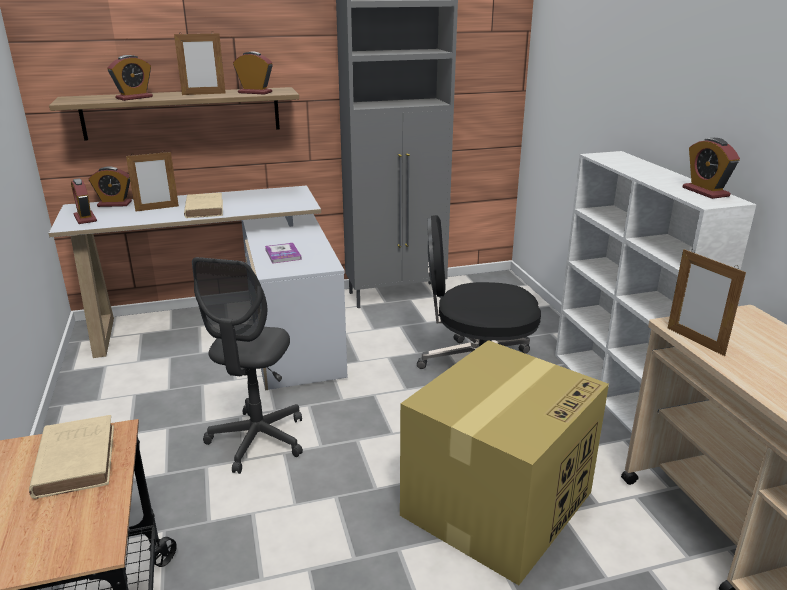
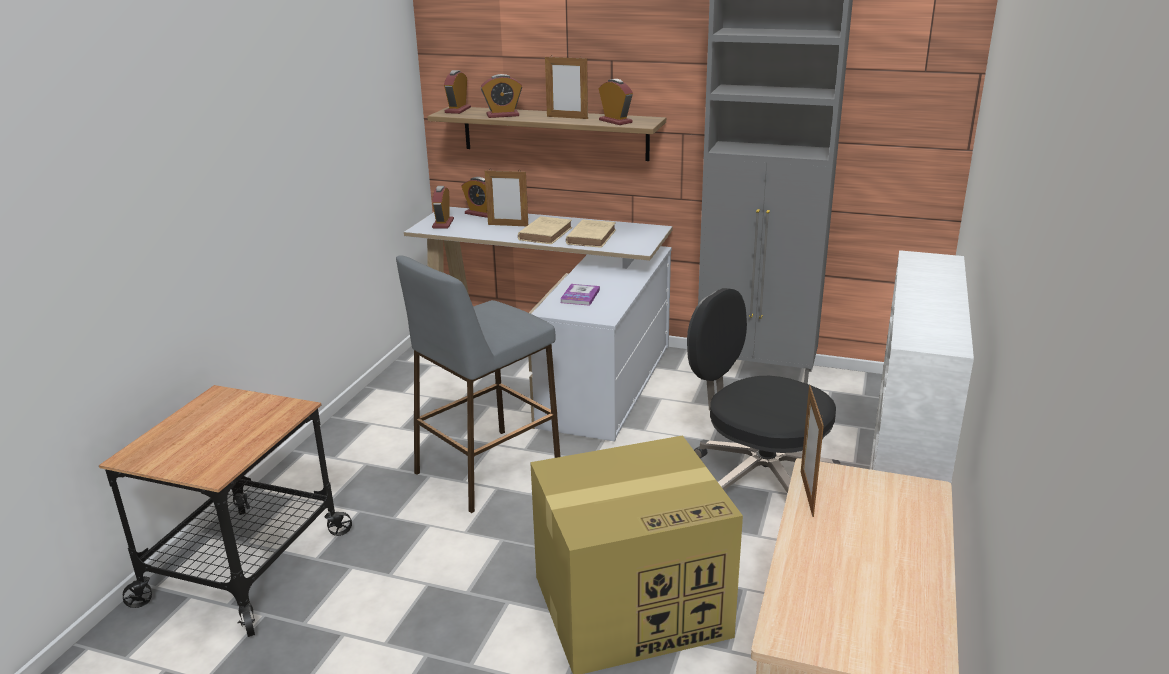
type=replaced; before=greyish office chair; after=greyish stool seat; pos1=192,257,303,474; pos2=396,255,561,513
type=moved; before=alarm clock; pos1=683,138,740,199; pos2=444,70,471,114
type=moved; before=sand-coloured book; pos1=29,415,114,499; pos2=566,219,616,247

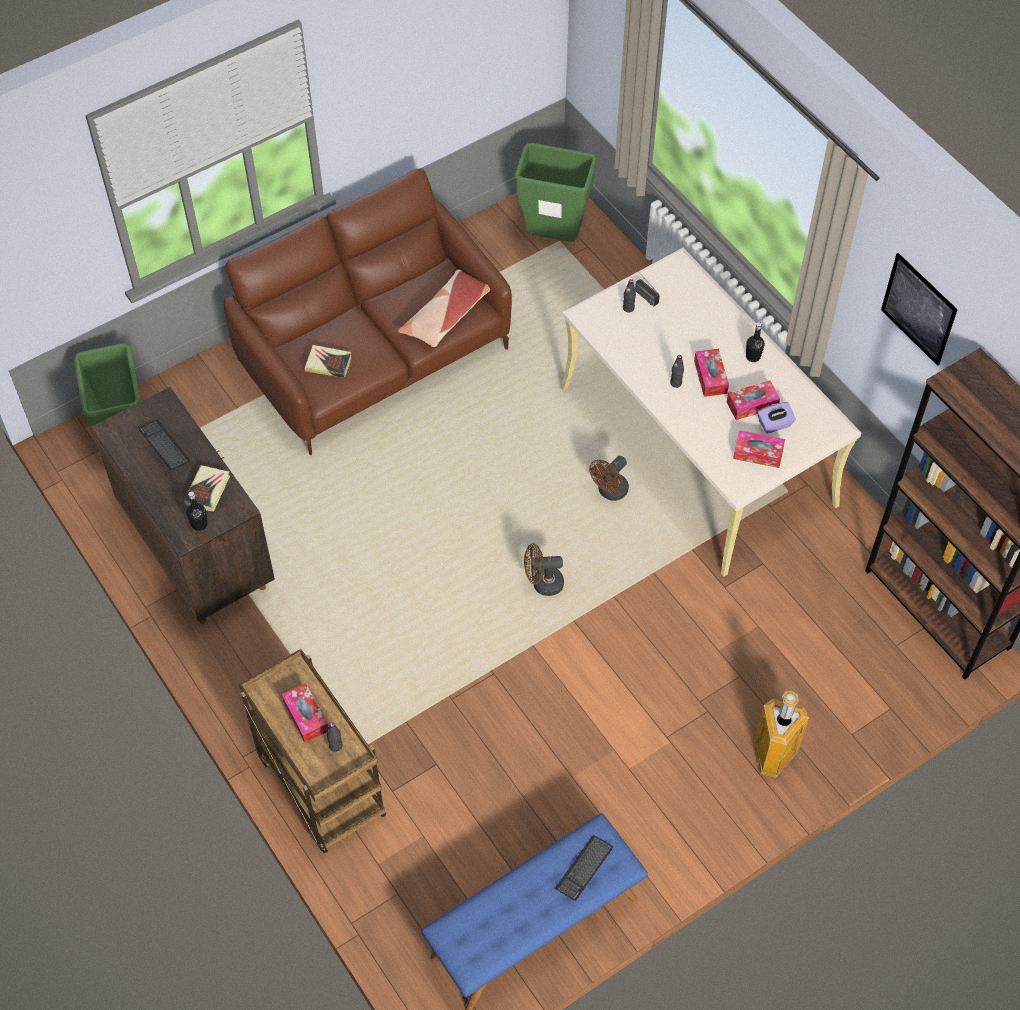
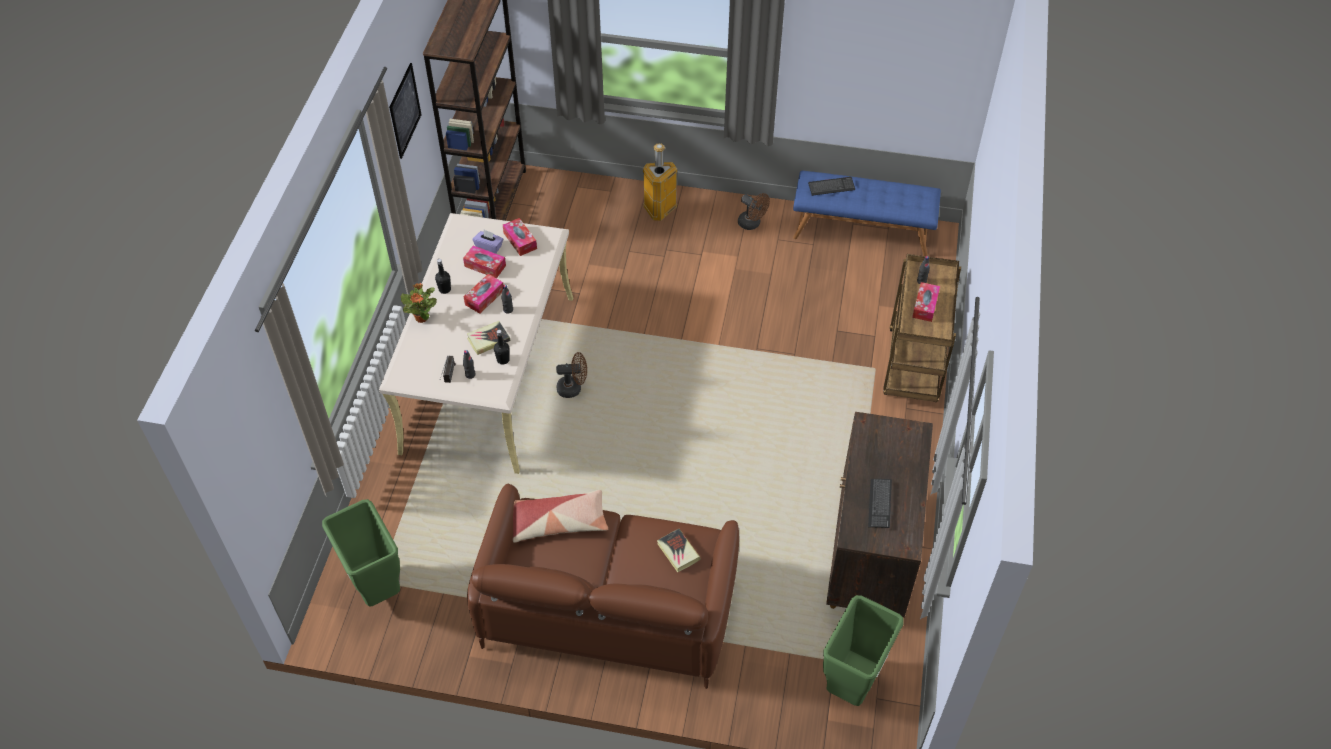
type=added; after=plant in a pot; pos2=401,283,437,323
type=moved; before=book; pos1=184,465,230,512; pos2=467,321,510,355
type=moved; before=blackish drink bottle; pos1=187,492,208,531; pos2=494,330,510,365
type=moved; before=brown-coloured cooling fan; pos1=524,543,564,596; pos2=738,193,770,230

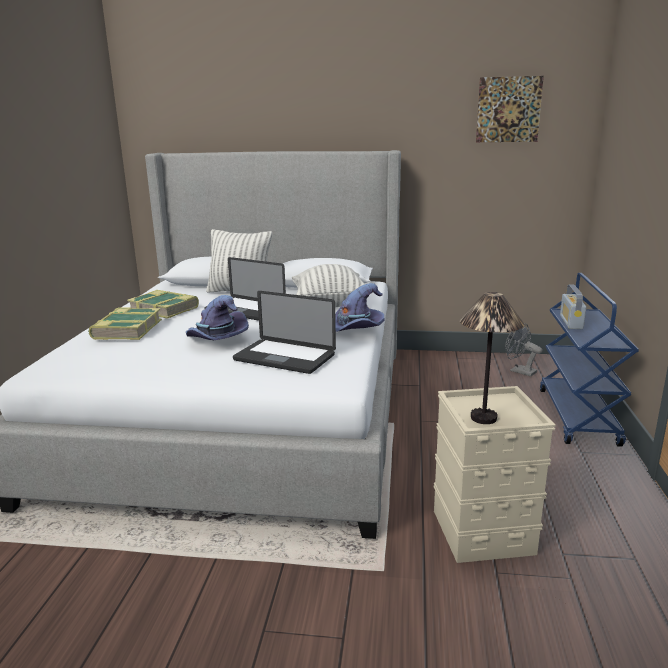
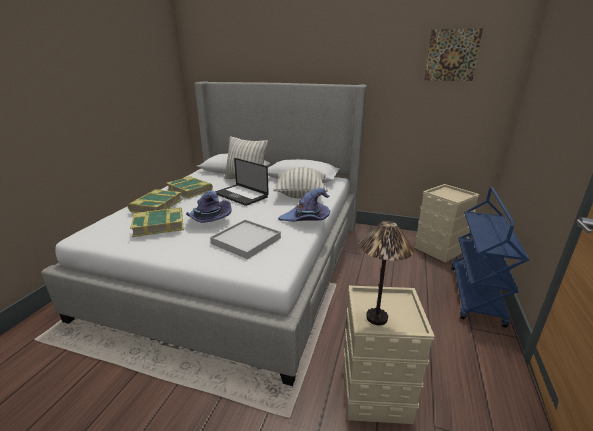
type=added; after=book; pos2=130,207,184,237
type=replaced; before=notebook computer; after=white-coloured serving tray; pos1=233,291,336,374; pos2=210,220,281,259
type=replaced; before=greyish cooling fan; after=sand-coloured storage box; pos1=505,323,543,376; pos2=415,184,480,263
type=removed; before=radio; pos1=560,284,586,330

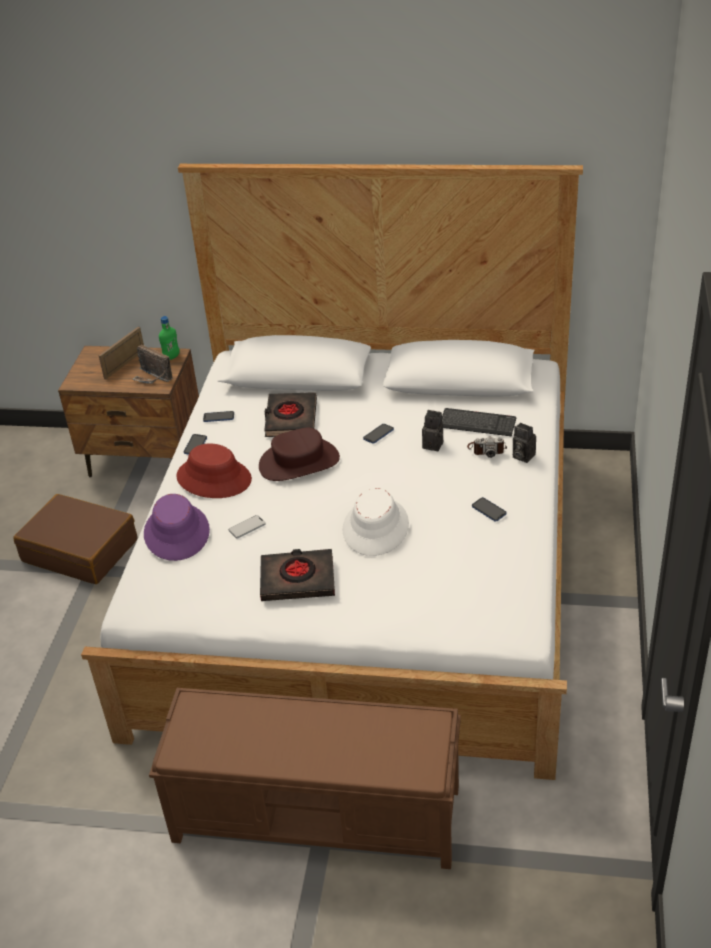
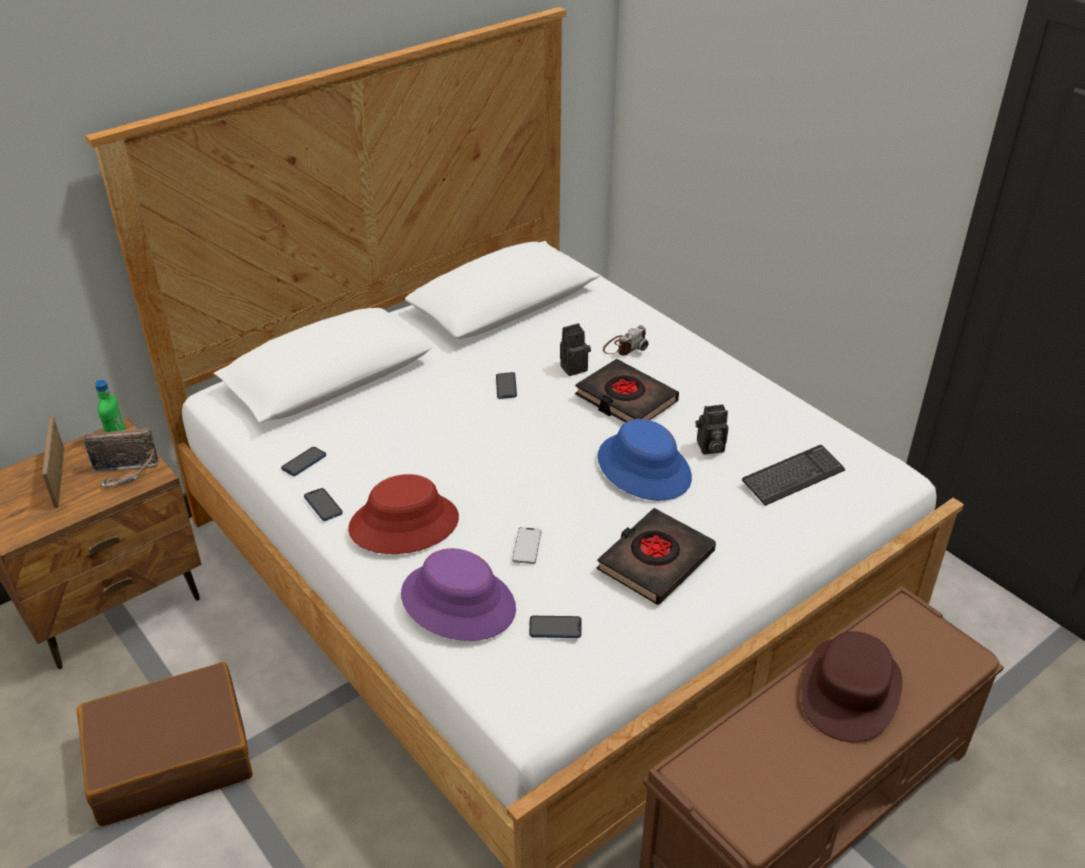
type=moved; before=phone; pos1=472,497,507,521; pos2=529,616,582,638
type=moved; before=blackish book; pos1=264,392,317,437; pos2=575,359,679,423
type=recoloured; before=white-coloured clothing hat; after=blue-coloured clothing hat; pos1=342,488,409,556; pos2=598,419,692,501
type=moved; before=still camera; pos1=513,423,536,463; pos2=696,404,728,454
type=moved; before=keyboard; pos1=442,408,516,436; pos2=742,445,845,506
type=moved; before=brown-coloured clothing hat; pos1=259,428,340,481; pos2=801,631,902,742

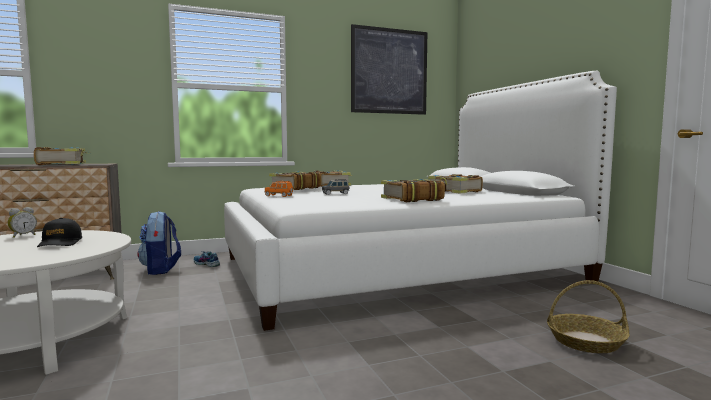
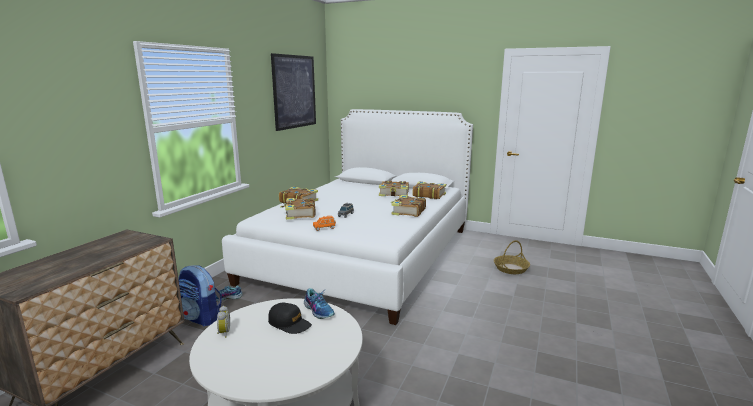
type=added; after=item of footwear; pos2=304,288,335,319
type=moved; before=book; pos1=34,147,88,165; pos2=413,182,446,199

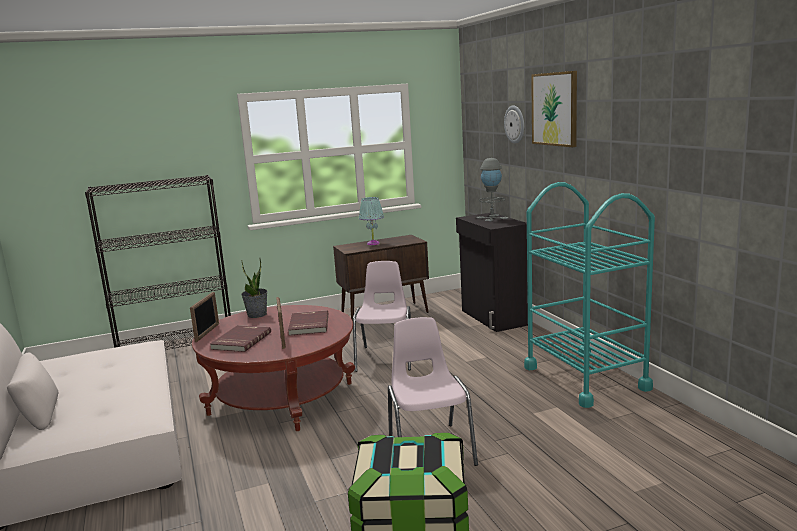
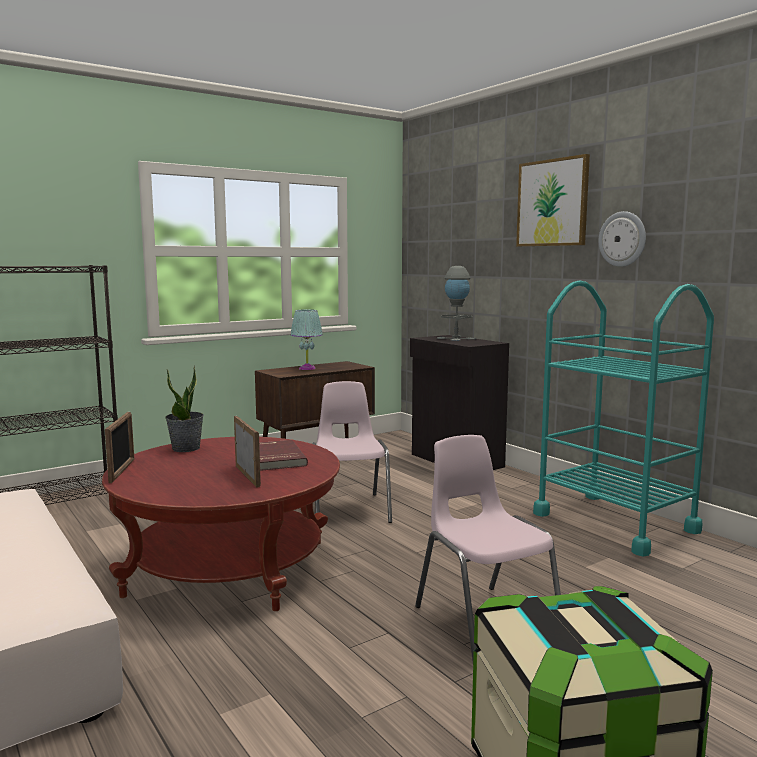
type=moved; before=hanging clock; pos1=504,105,524,144; pos2=599,211,646,267
type=removed; before=red-coloured book; pos1=210,325,271,352

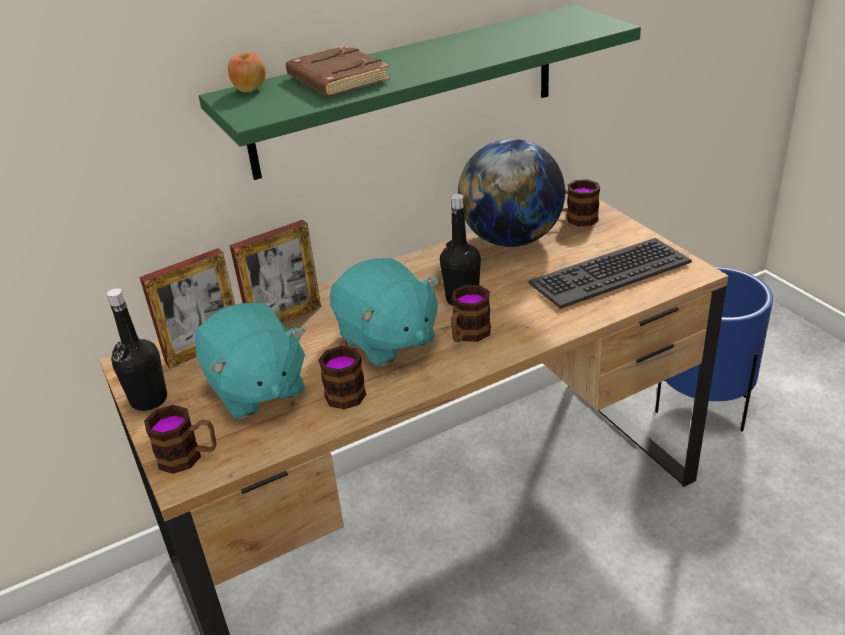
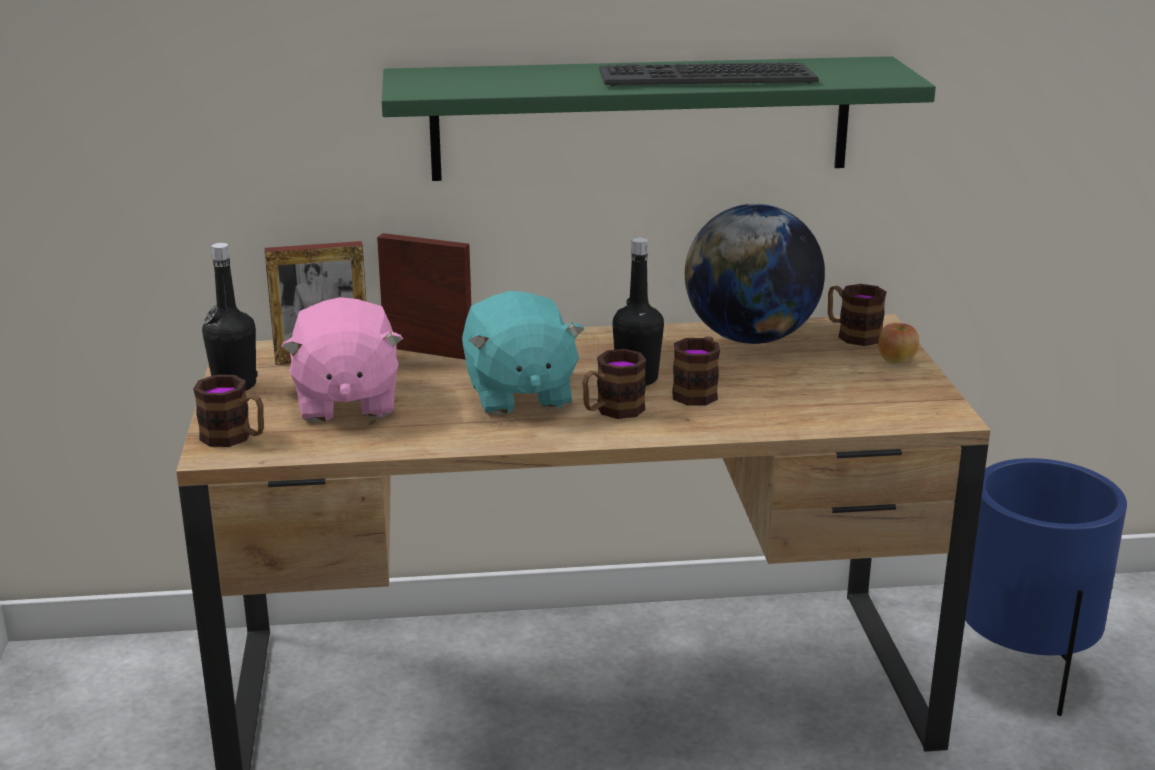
type=recoloured; before=turquoise plush toy; after=pink plush toy; pos1=195,303,305,419; pos2=281,297,403,422
type=turned; before=standing frame; pos1=230,220,321,323; pos2=377,233,471,360; turn=-150
type=moved; before=keyboard; pos1=528,238,692,309; pos2=599,62,819,87
type=moved; before=tea mug; pos1=318,340,366,409; pos2=672,336,720,405
type=moved; before=apple; pos1=228,53,266,92; pos2=878,323,919,364
type=removed; before=brown-coloured book; pos1=286,45,390,96

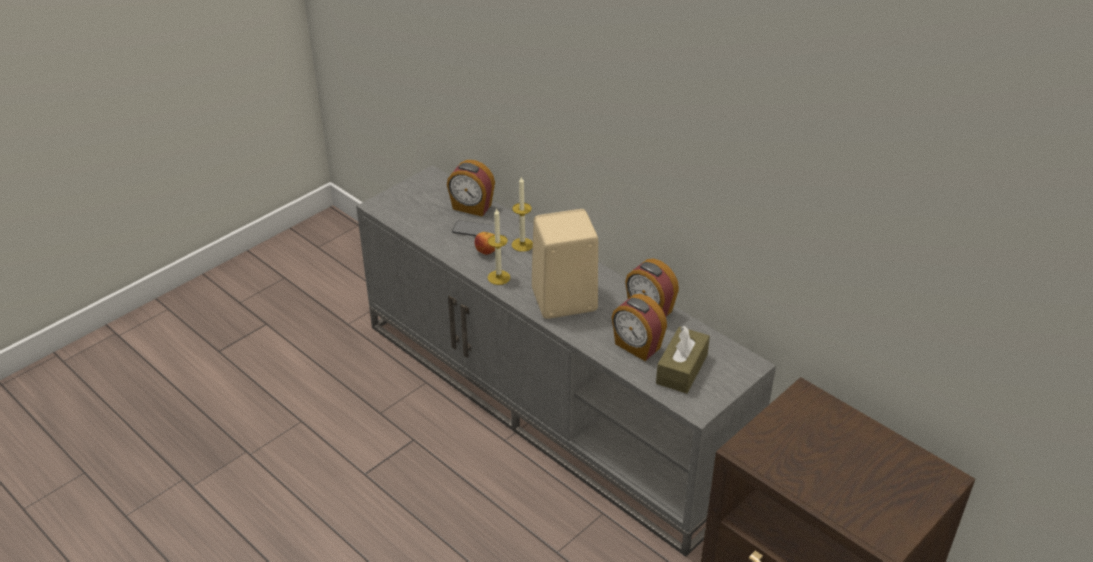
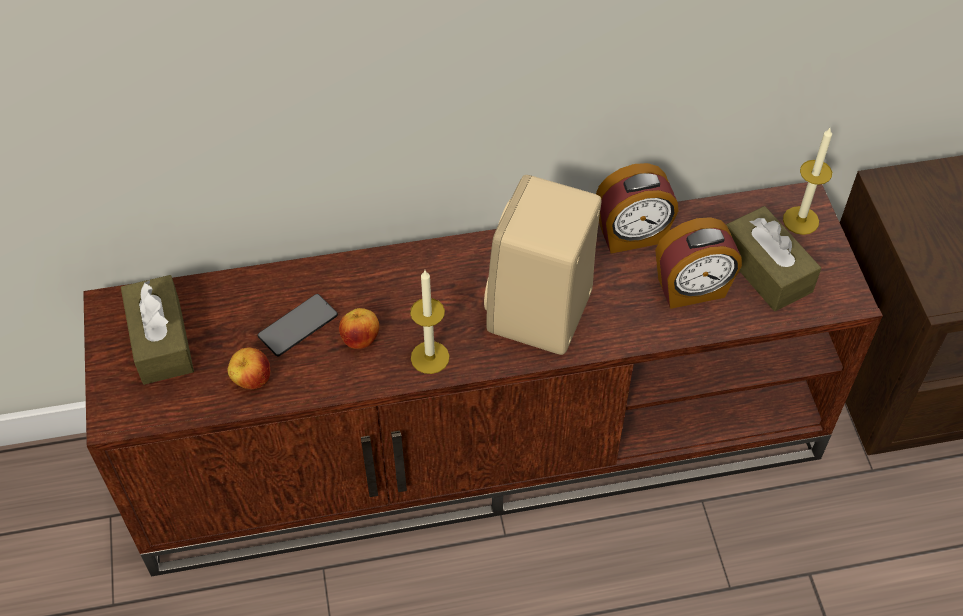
type=recoloured; before=greyish media console; after=brown-coloured media console; pos1=356,165,776,557; pos2=83,182,883,576
type=added; after=brown-coloured tissue box; pos2=121,275,194,385
type=added; after=apple; pos2=227,348,270,389
type=moved; before=wax candle; pos1=512,176,533,252; pos2=783,128,832,235
type=removed; before=alarm clock; pos1=447,160,495,217

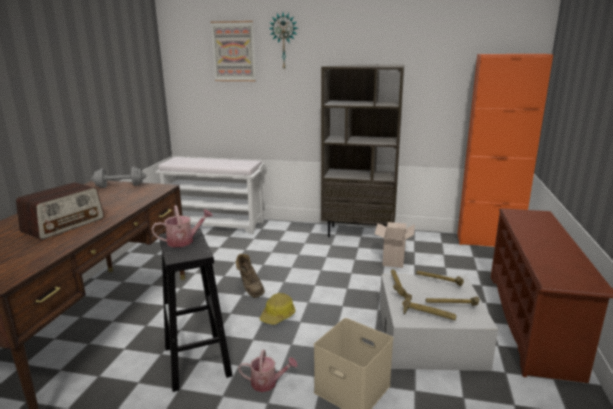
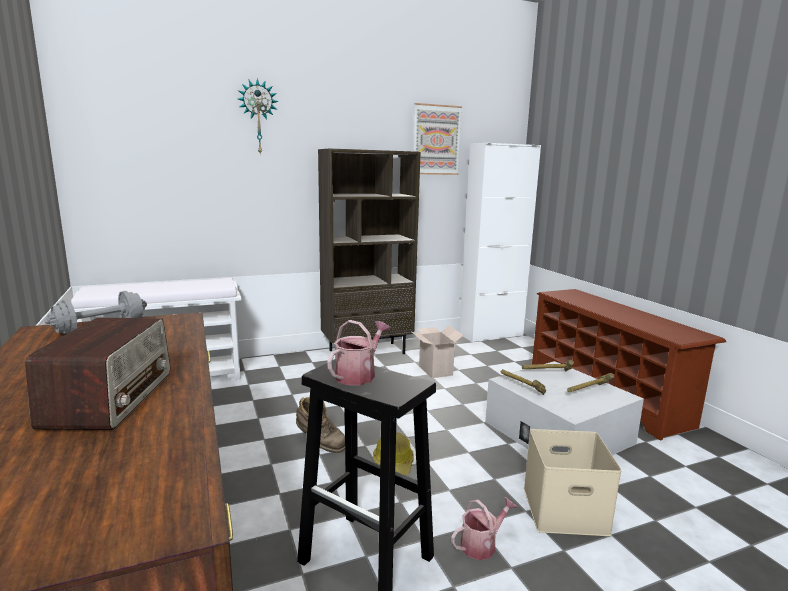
type=moved; before=picture; pos1=211,21,256,81; pos2=414,103,462,175
type=recoloured; before=orange-coloured cupboard; after=white-coloured cupboard; pos1=457,54,553,247; pos2=459,143,541,343
type=removed; before=hammer; pos1=402,294,456,320

